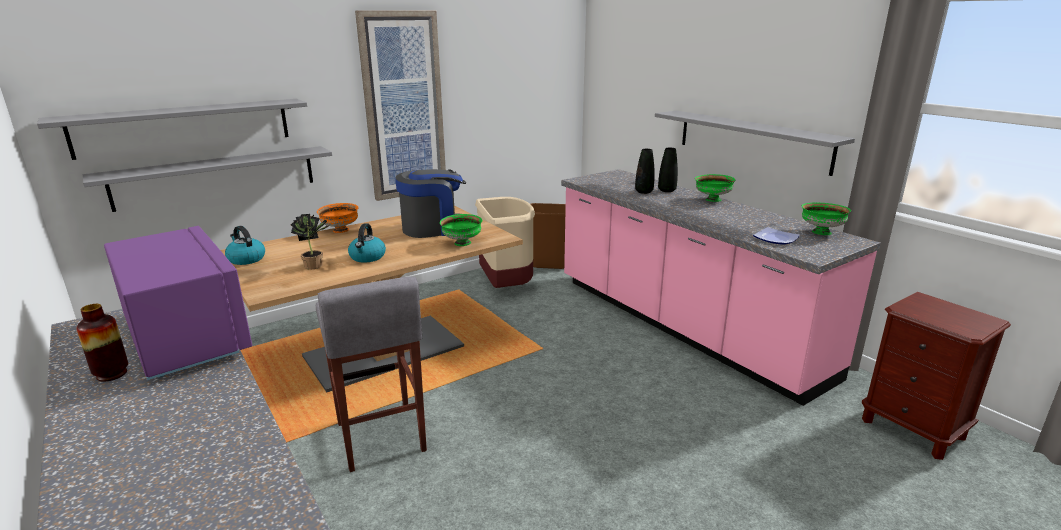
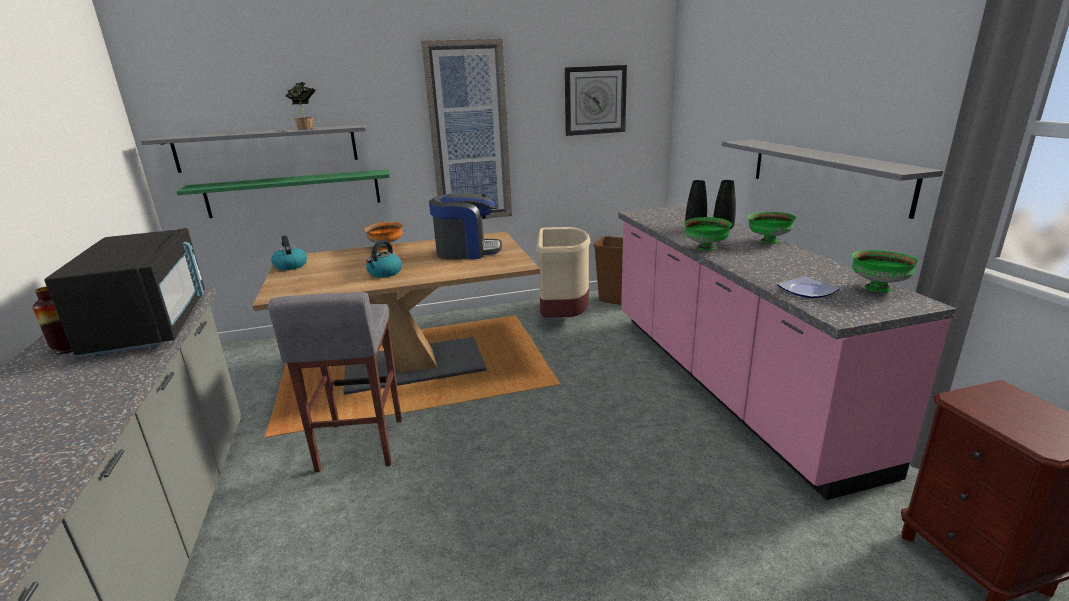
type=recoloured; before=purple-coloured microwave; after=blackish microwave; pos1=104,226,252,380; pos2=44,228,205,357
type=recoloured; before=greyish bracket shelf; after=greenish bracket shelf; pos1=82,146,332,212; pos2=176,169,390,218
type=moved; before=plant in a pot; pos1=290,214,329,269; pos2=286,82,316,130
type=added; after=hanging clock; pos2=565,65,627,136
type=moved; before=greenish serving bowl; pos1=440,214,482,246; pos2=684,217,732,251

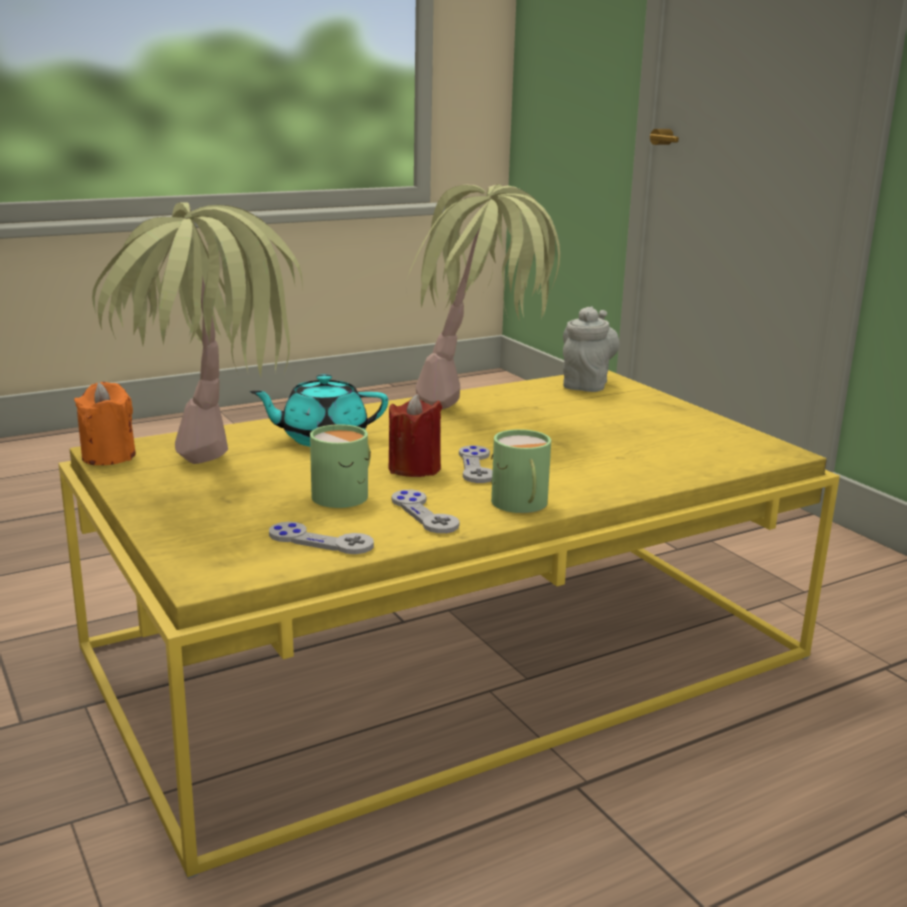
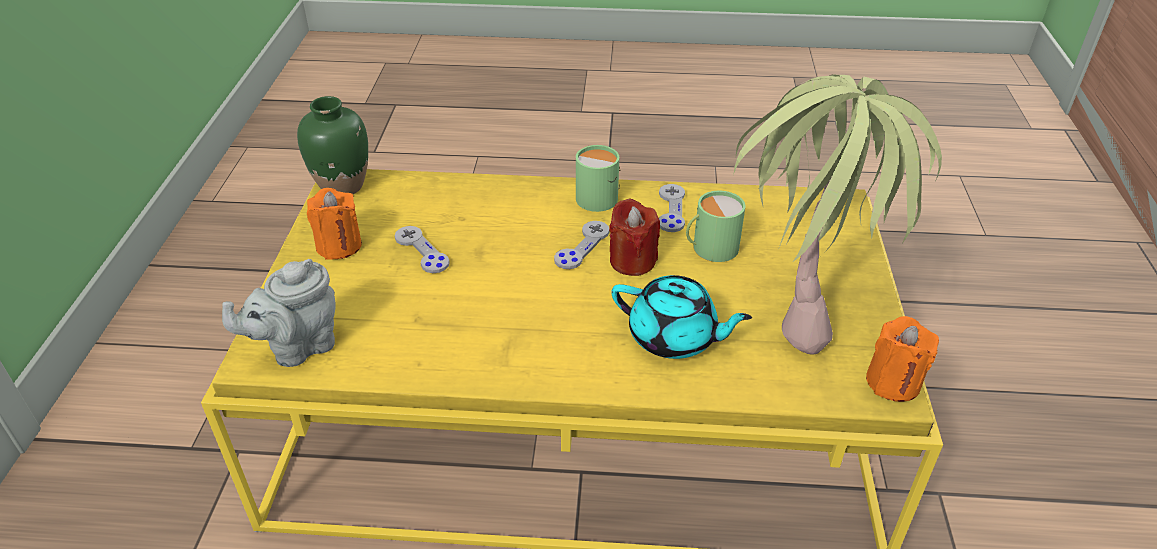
type=added; after=greenish decorative vase; pos2=297,96,368,194
type=added; after=orange-coloured wax candle; pos2=307,188,362,260
type=moved; before=greyish gamepad; pos1=269,522,374,554; pos2=395,226,450,273
type=removed; before=plant in a pot; pos1=406,184,560,410

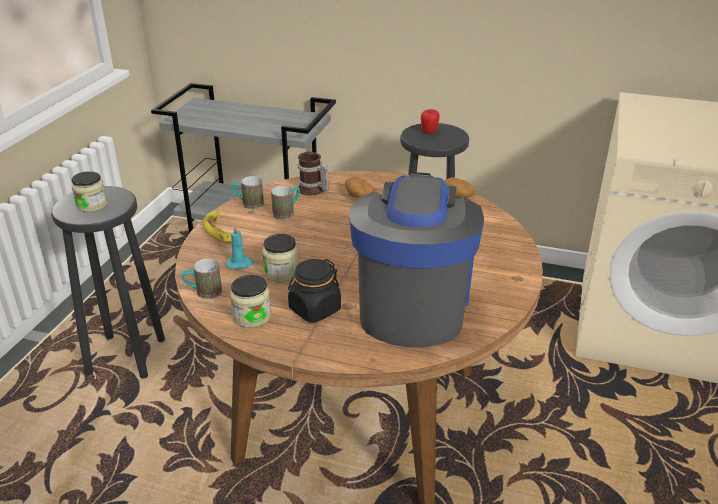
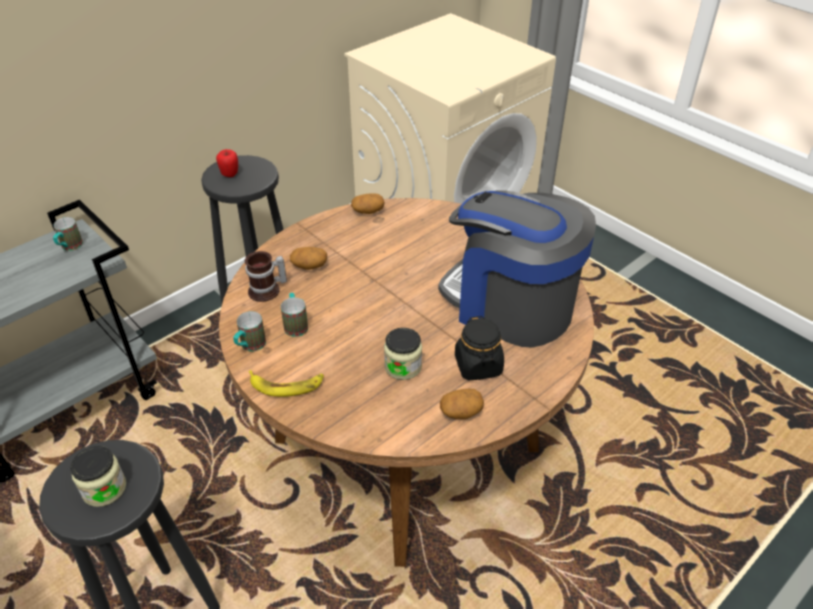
type=moved; before=tea mug; pos1=182,259,222,299; pos2=53,217,83,251
type=replaced; before=preserve jar; after=spud; pos1=230,275,271,328; pos2=440,389,484,419
type=removed; before=turquoise wax candle; pos1=226,225,255,269

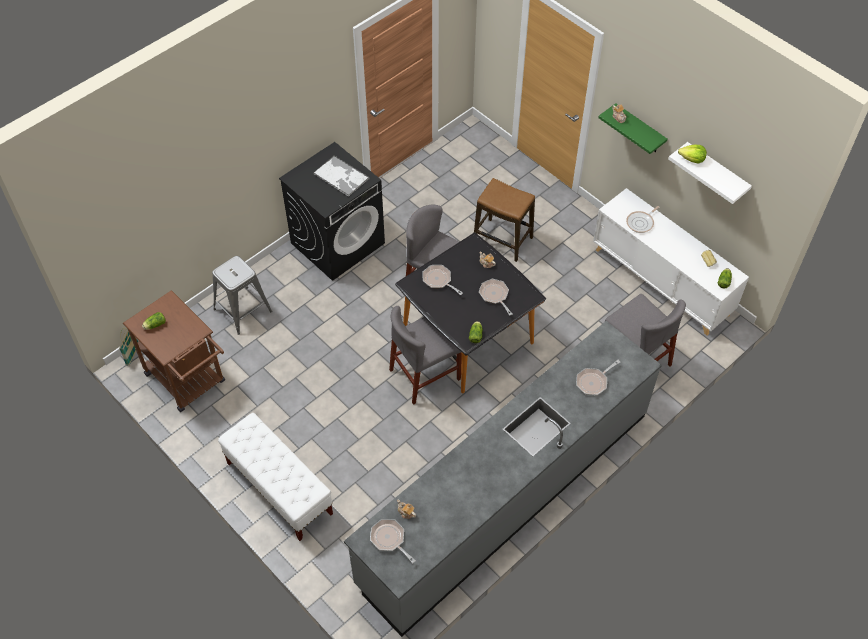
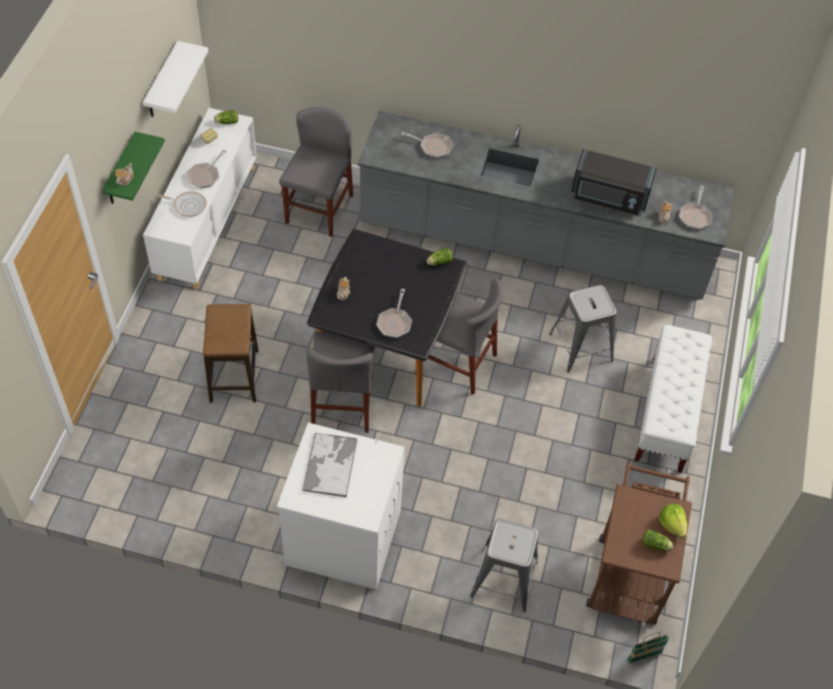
type=moved; before=frying pan; pos1=479,279,512,316; pos2=187,150,227,188
type=recoloured; before=blackish washing machine; after=white-coloured washing machine; pos1=279,142,385,281; pos2=277,423,405,590
type=added; after=greyish stool seat; pos2=549,285,617,373
type=added; after=blackish microwave; pos2=571,149,657,215
type=moved; before=head of lettuce; pos1=678,145,707,164; pos2=659,504,687,538

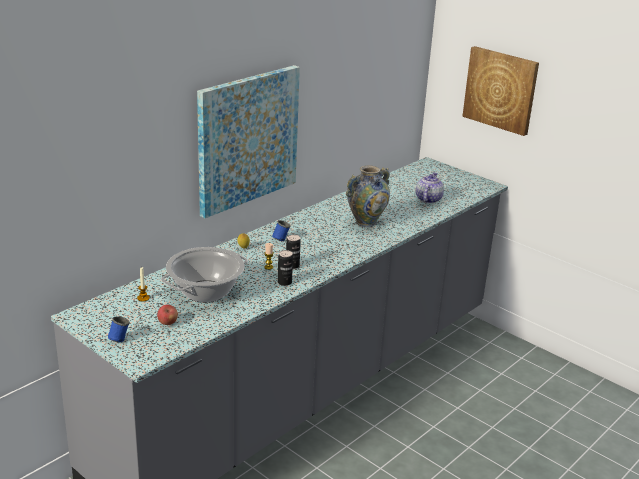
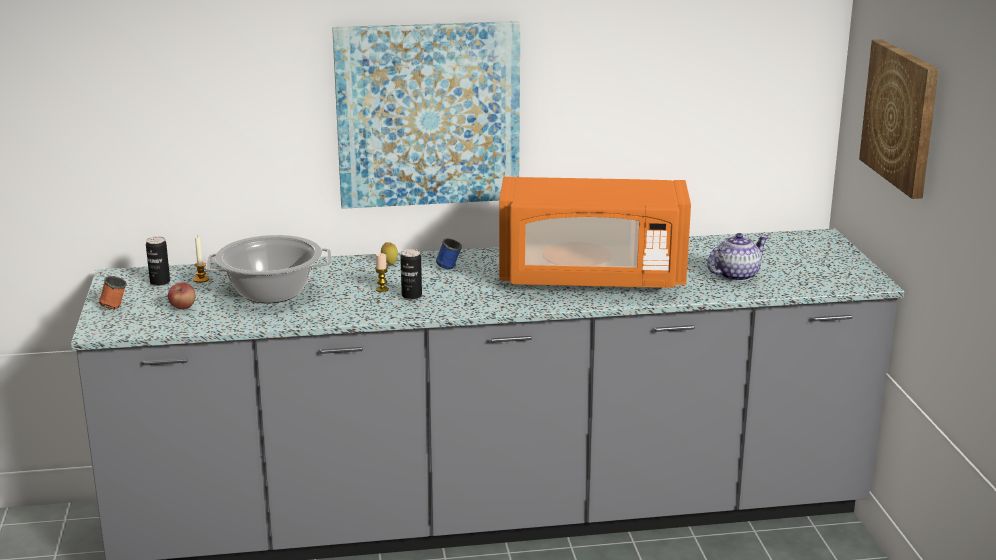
type=recoloured; before=blue-coloured tea mug; after=orange-coloured tea mug; pos1=108,316,130,342; pos2=99,276,127,309
type=moved; before=metal can; pos1=278,250,293,286; pos2=146,236,170,286
type=replaced; before=decorative vase; after=orange-coloured microwave; pos1=346,165,390,228; pos2=499,177,691,288

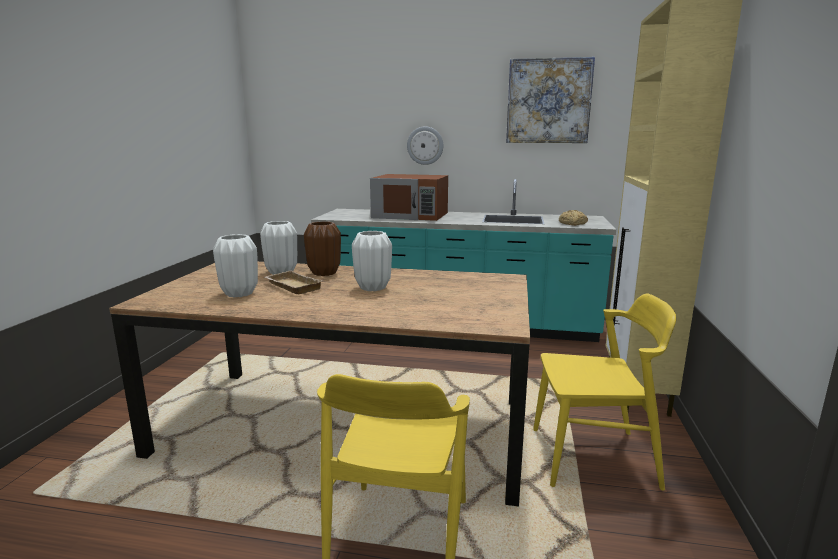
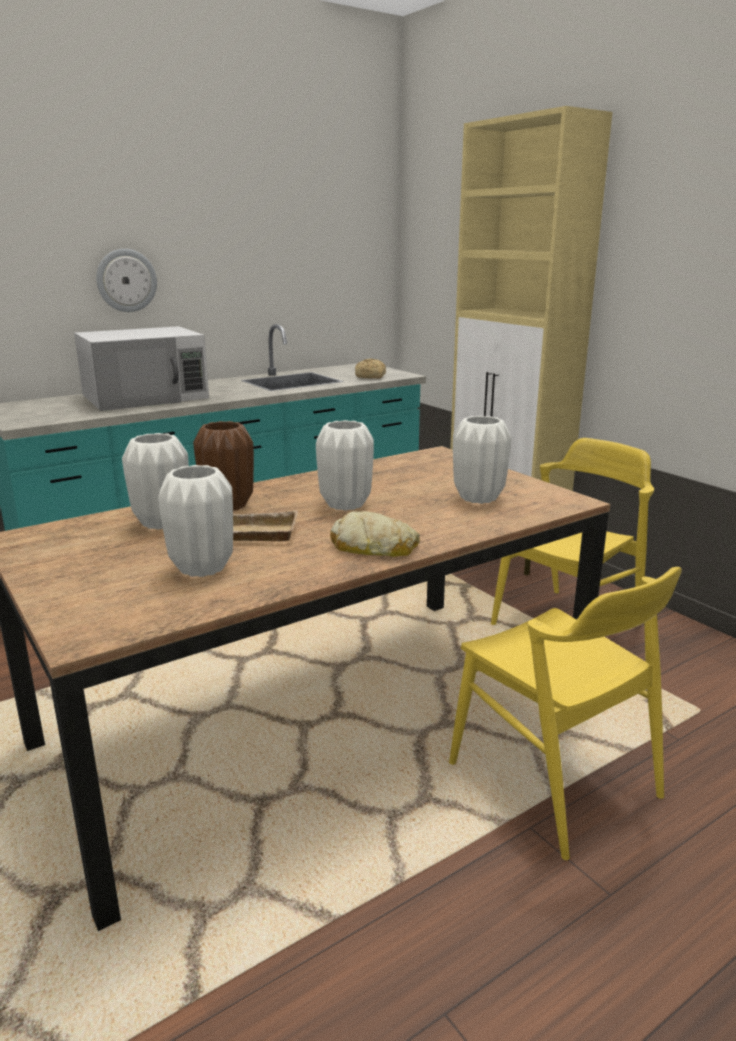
type=recoloured; before=brown-coloured microwave; after=white-coloured microwave; pos1=370,174,448,221; pos2=74,326,209,411
type=added; after=baked bread; pos2=330,511,420,557
type=added; after=white-coloured decorative vase; pos2=453,416,512,504
type=removed; before=picture; pos1=506,57,595,143

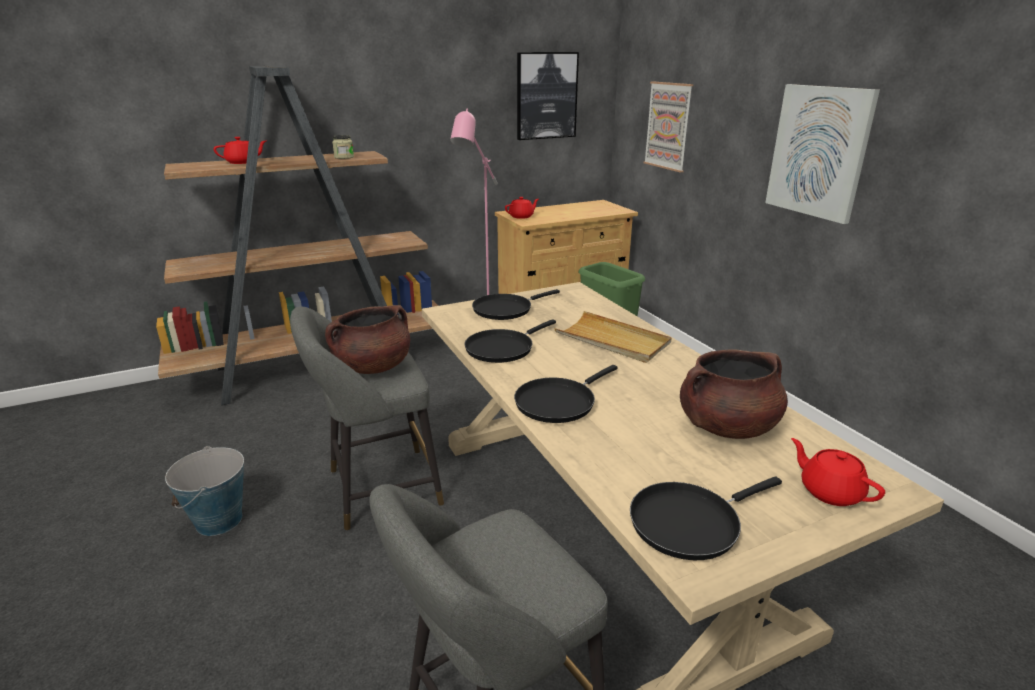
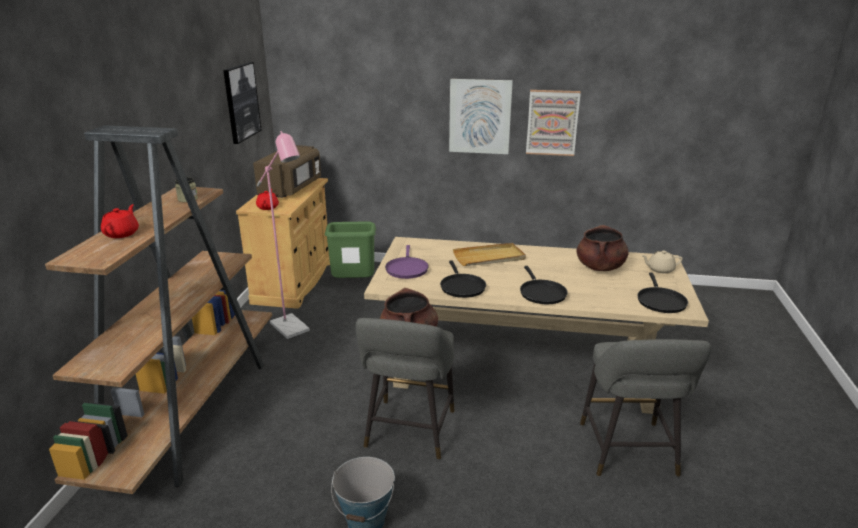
type=added; after=brown-coloured microwave; pos2=253,145,321,198
type=recoloured; before=blackish frying pan; after=purple-coloured frying pan; pos1=472,289,560,320; pos2=385,245,429,279
type=moved; before=picture; pos1=643,81,693,172; pos2=526,90,581,156
type=recoloured; before=red-coloured pot for tea; after=sand-coloured pot for tea; pos1=791,438,885,506; pos2=641,251,683,274

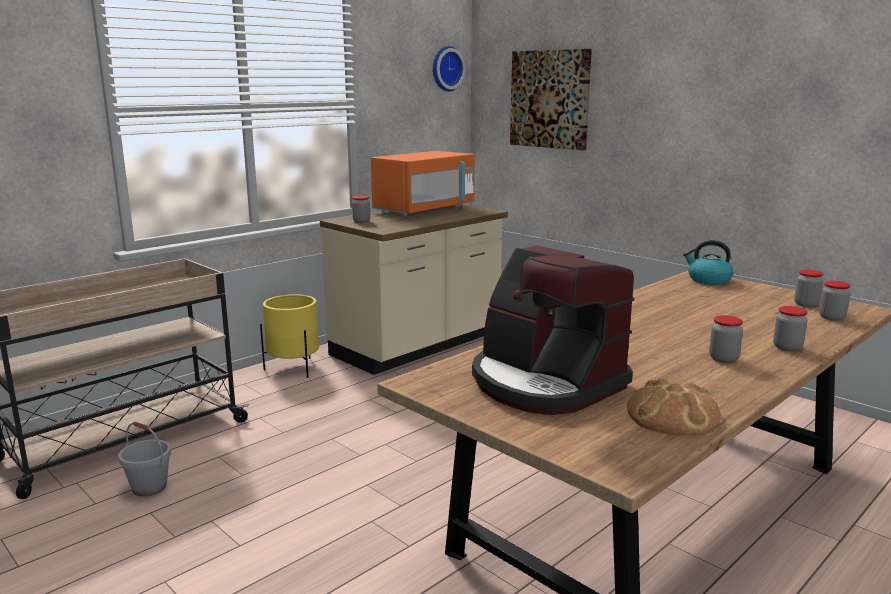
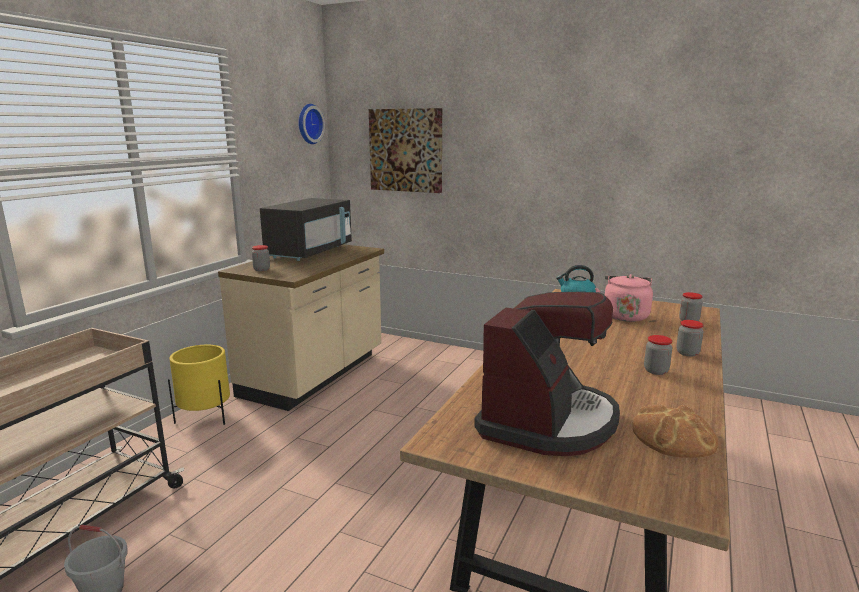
type=recoloured; before=orange-coloured microwave; after=blackish microwave; pos1=371,151,475,217; pos2=260,198,352,261
type=turned; before=coffee machine; pos1=472,246,635,415; pos2=474,292,620,456; turn=-90
type=added; after=pink tea kettle; pos2=595,274,653,322
type=removed; before=preserve jar; pos1=794,269,823,307

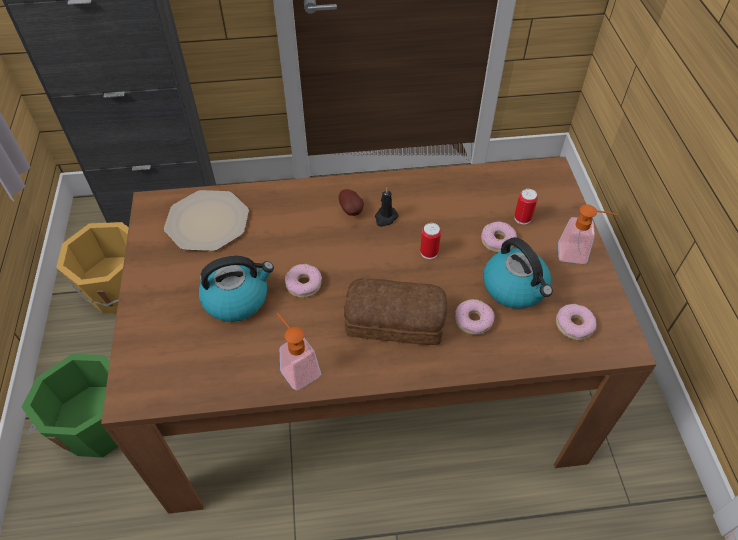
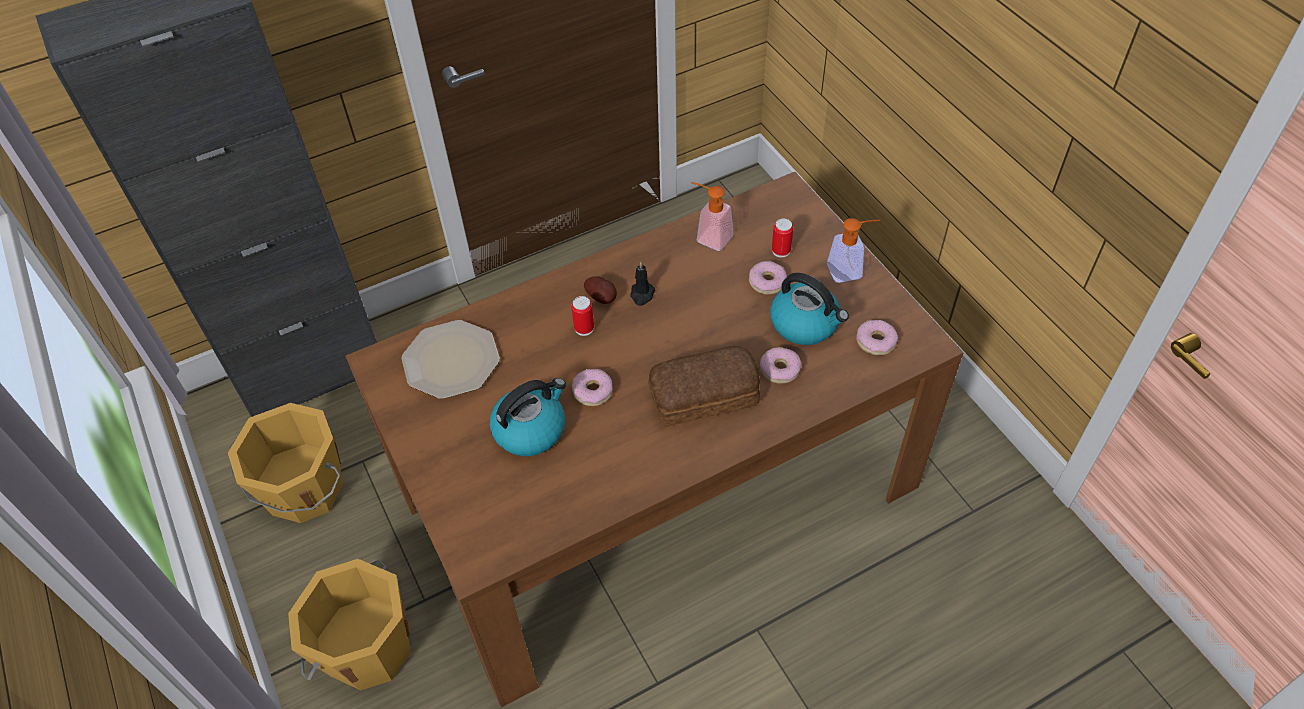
type=recoloured; before=greenish pail; after=orange-coloured pail; pos1=21,354,118,458; pos2=288,559,410,690
type=moved; before=metal can; pos1=420,223,441,259; pos2=571,296,594,336
type=moved; before=liquid soap bottle; pos1=277,313,321,390; pos2=691,182,733,251

